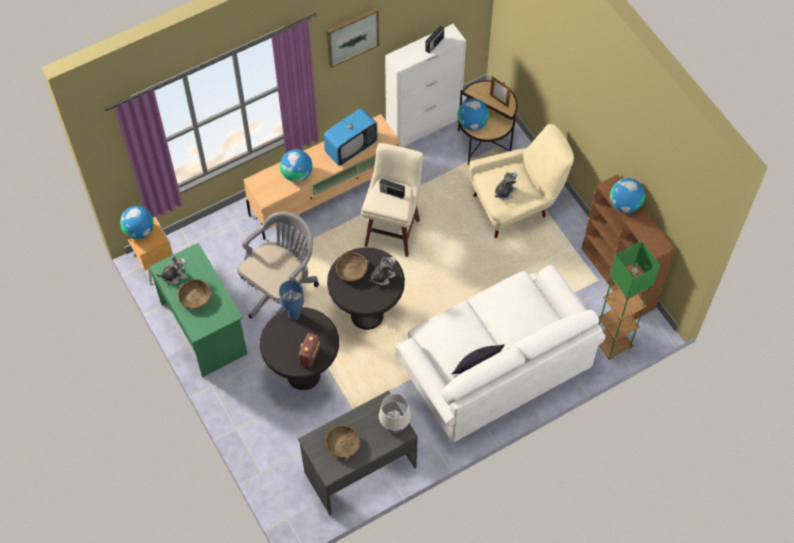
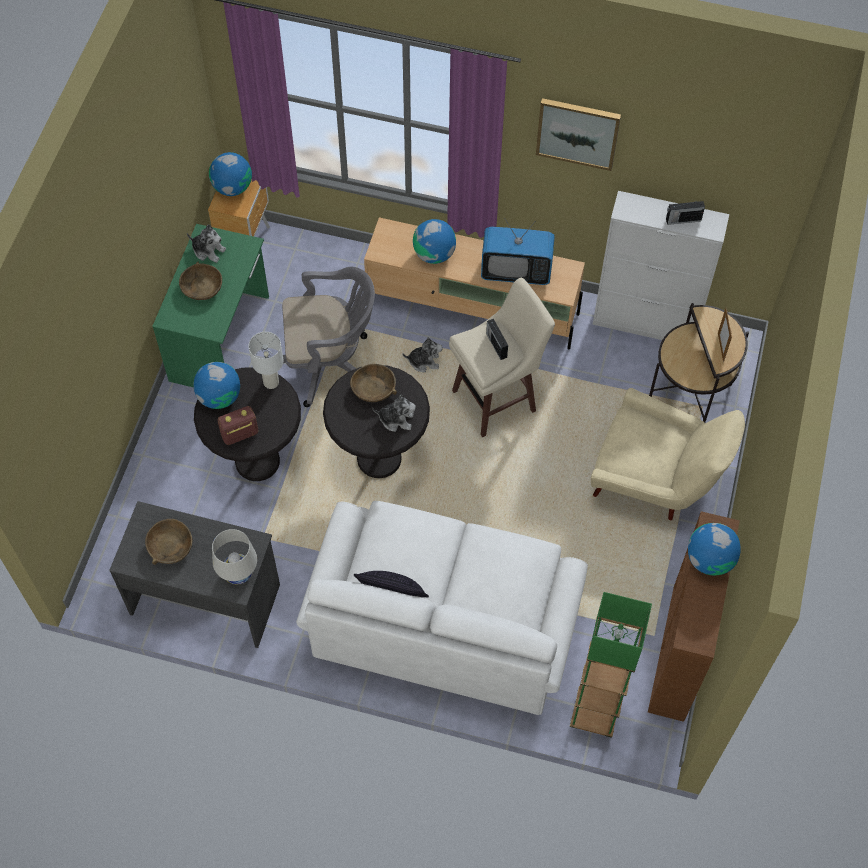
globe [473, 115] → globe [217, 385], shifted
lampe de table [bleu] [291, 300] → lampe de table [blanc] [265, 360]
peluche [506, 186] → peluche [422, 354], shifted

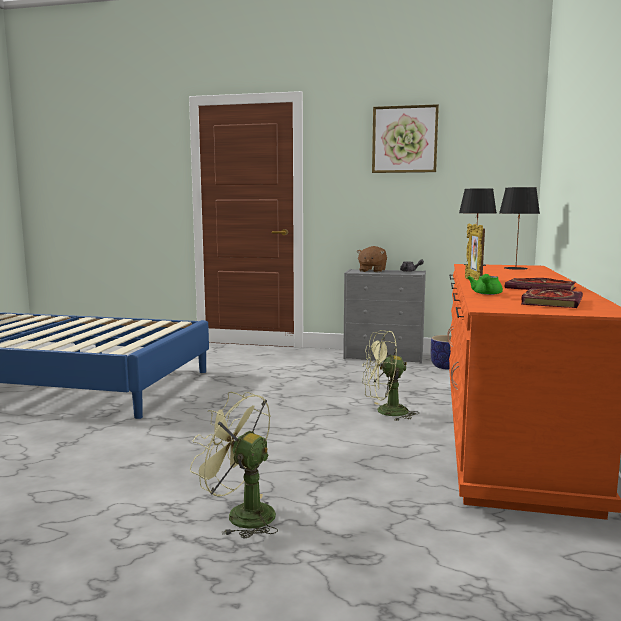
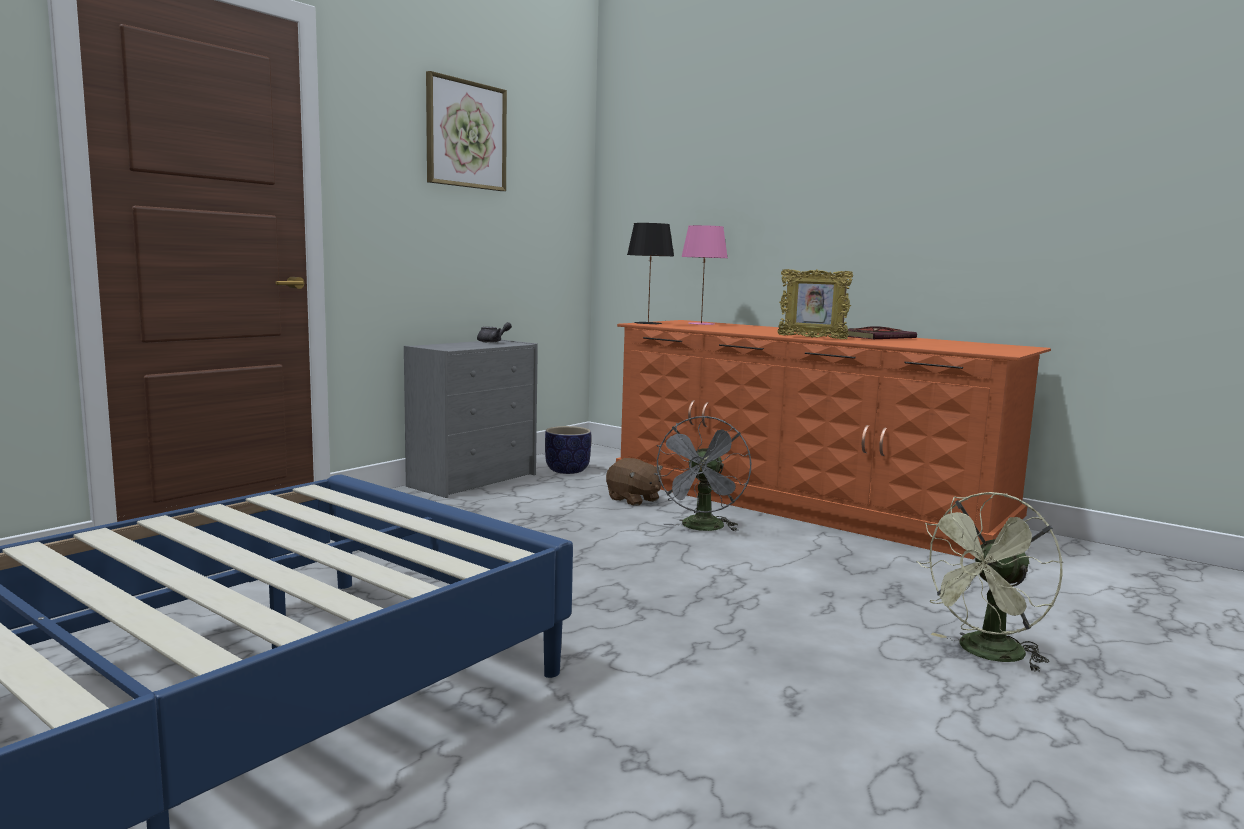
peluche [marron] [372, 259] → peluche [marron] [634, 482], shifted
ventilateur [vert] [390, 375] → ventilateur [gris] [702, 473]
lampe de table [noir] [519, 228] → lampe de table [rose] [704, 275]
théière [vert] [485, 284] → -
livre [552, 298] → -

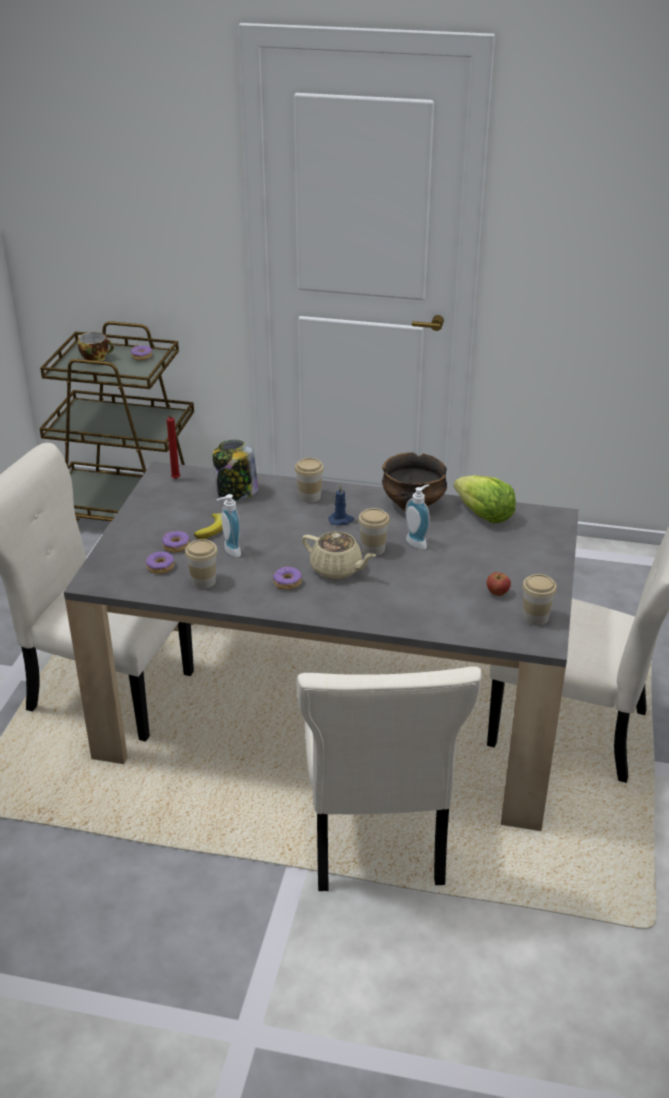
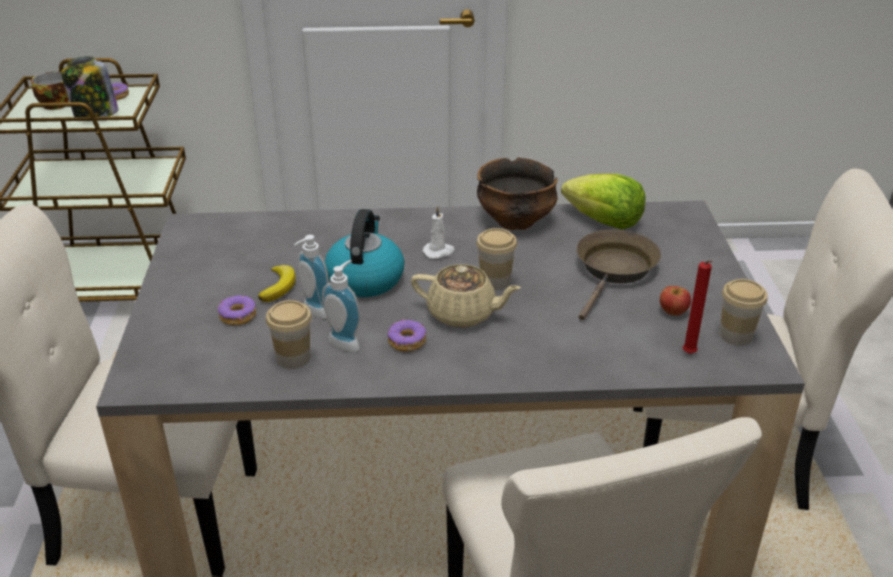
bocal [235, 470] → bocal [90, 86], shifted
distributeur de savon [417, 516] → distributeur de savon [341, 306], shifted
- → bouilloire [364, 253]
bougie [bleu] [341, 504] → bougie [blanc] [438, 232]
- → poêle [marron] [619, 275]
bougie [rouge] [173, 447] → bougie [rouge] [698, 307], shifted
beignet [160, 562] → -
tasse [309, 480] → -

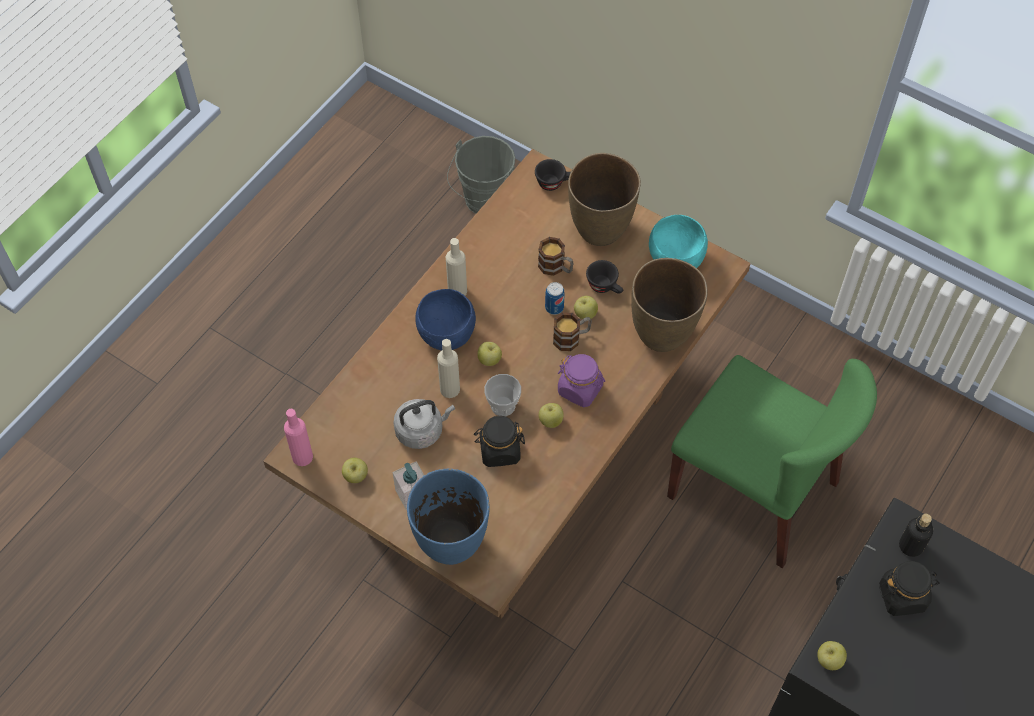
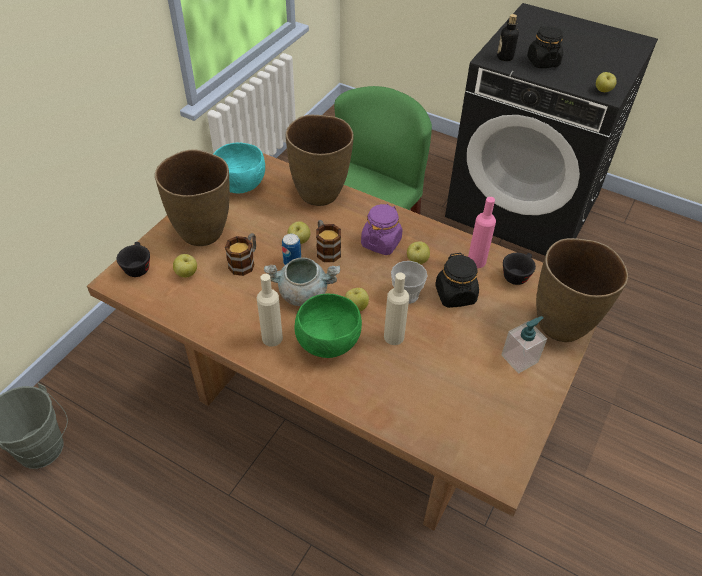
pomme [355, 470] → pomme [185, 266], shifted
- → marmite [gris] [302, 281]
bol [bleu] [445, 320] → bol [vert] [328, 325]
bouteille [rose] [298, 437] → bouteille [rose] [482, 232], shifted
tasse [noir] [604, 277] → tasse [noir] [519, 269], shifted
vase [bleu] [448, 517] → vase [marron] [582, 290]
bouilloire [gris] [424, 424] → -

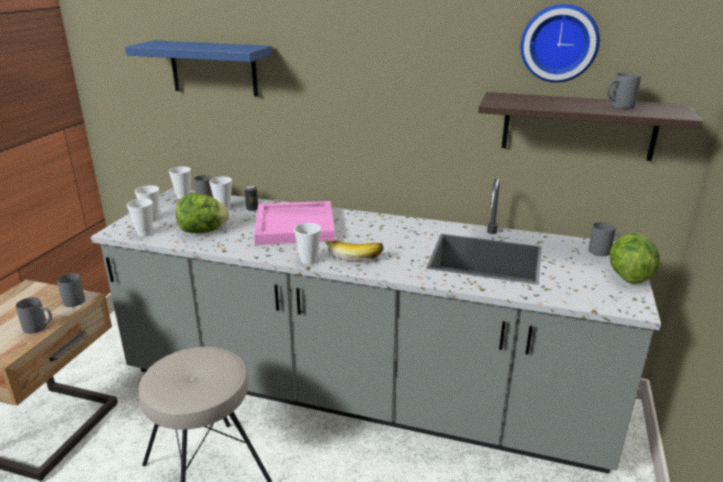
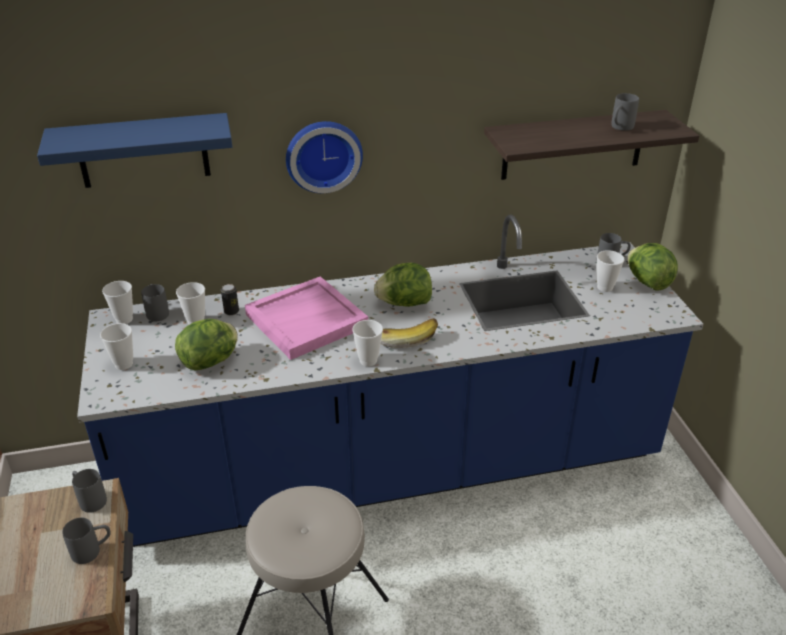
comptoir de cuisine [gris] [376, 326] → comptoir de cuisine [bleu] [390, 381]
horloge murale [560, 43] → horloge murale [324, 157], shifted
- → laitue [403, 285]
tasse [140, 217] → tasse [610, 271], shifted

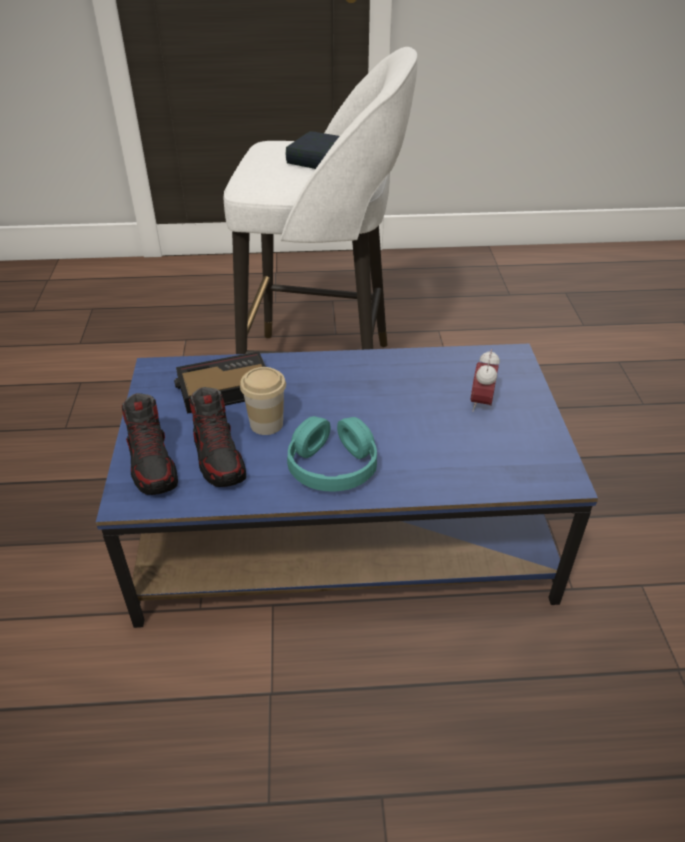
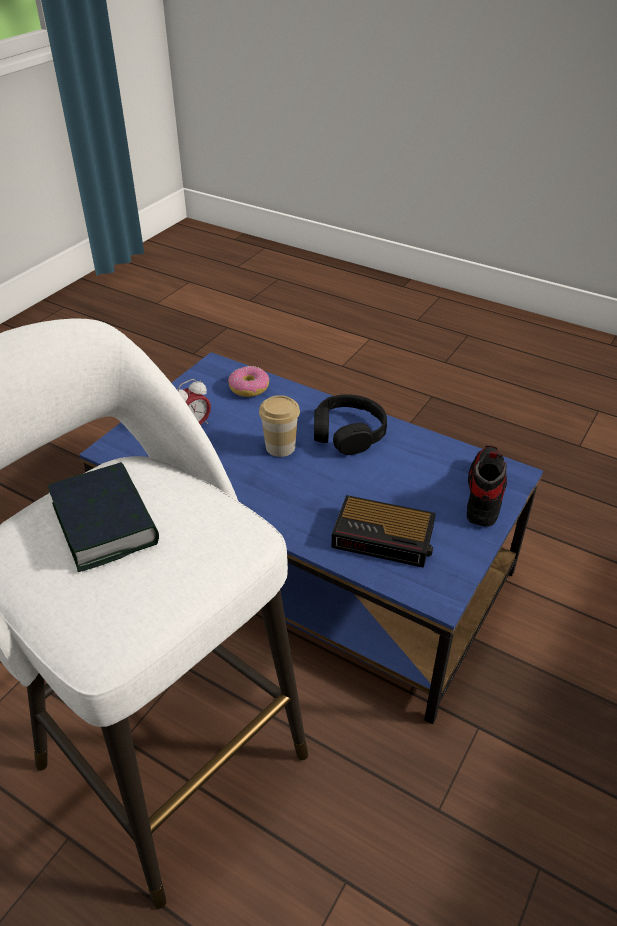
- → beignet [248, 381]
tasse [263, 401] → tasse [279, 426], shifted
casque audio [turquoise] [332, 453] → casque audio [noir] [350, 424]
chaussure [217, 437] → -

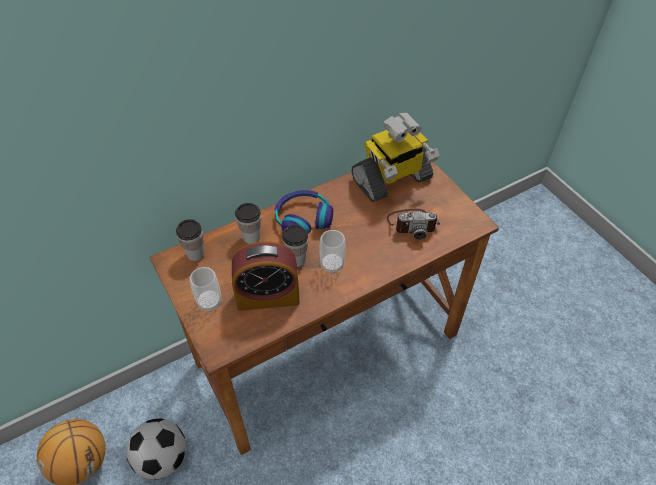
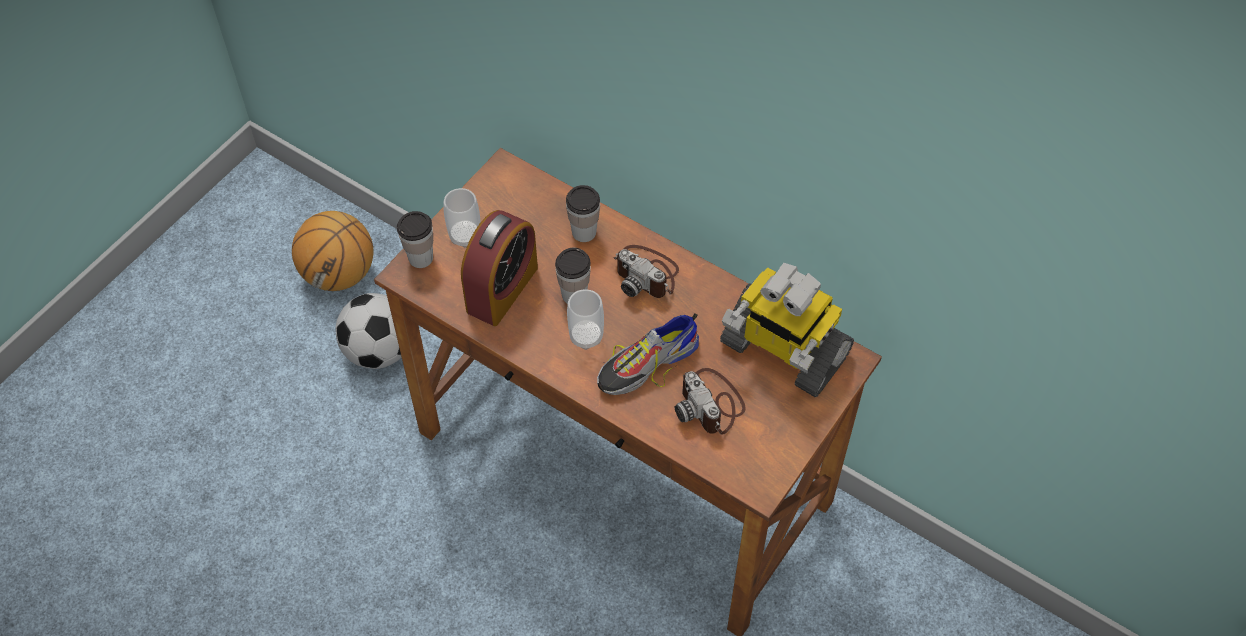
tasse [190, 240] → tasse [415, 239], shifted
réveil [266, 276] → réveil [499, 268], 120 degrees counterclockwise
- → chaussure [648, 354]
casque audio [304, 212] → appareil photo [646, 271]

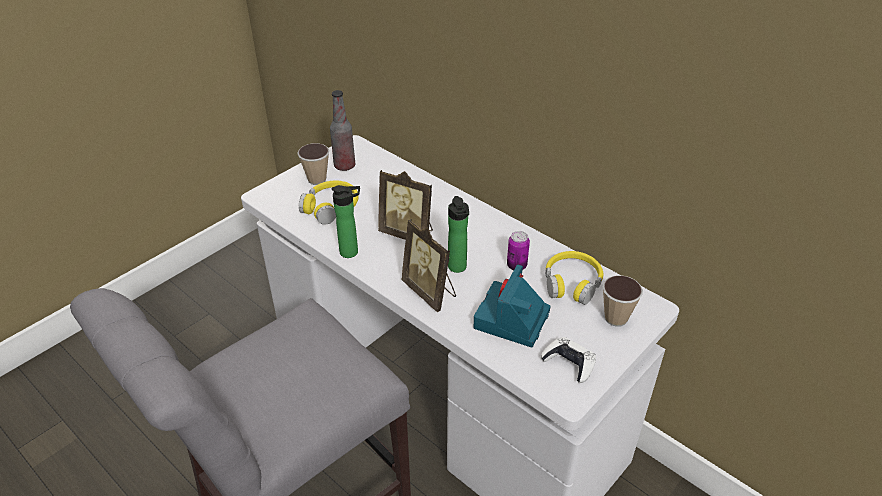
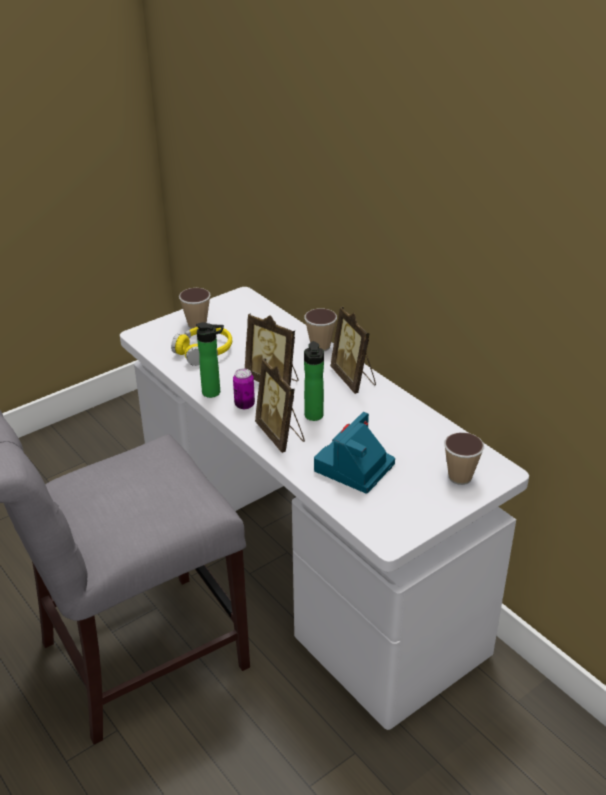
boîte métallique [518, 250] → boîte métallique [244, 388], shifted
- → tasse [320, 329]
- → cadre photo [353, 350]
bouteille [342, 130] → -
manette [blanc] [568, 360] → -
casque audio [jaune] [575, 278] → -

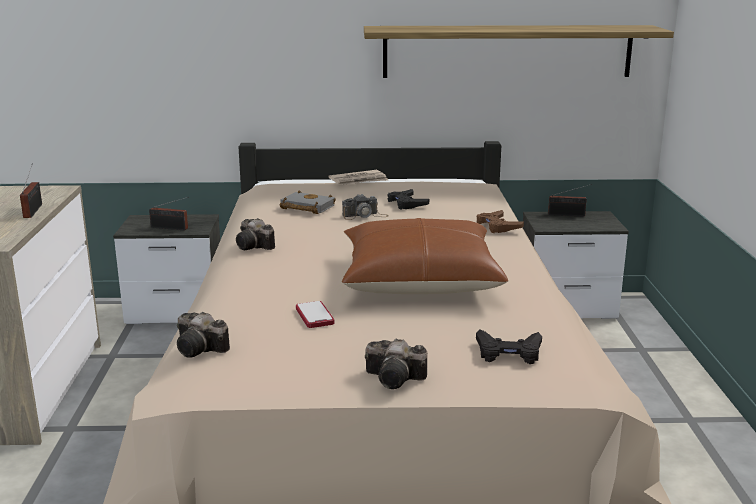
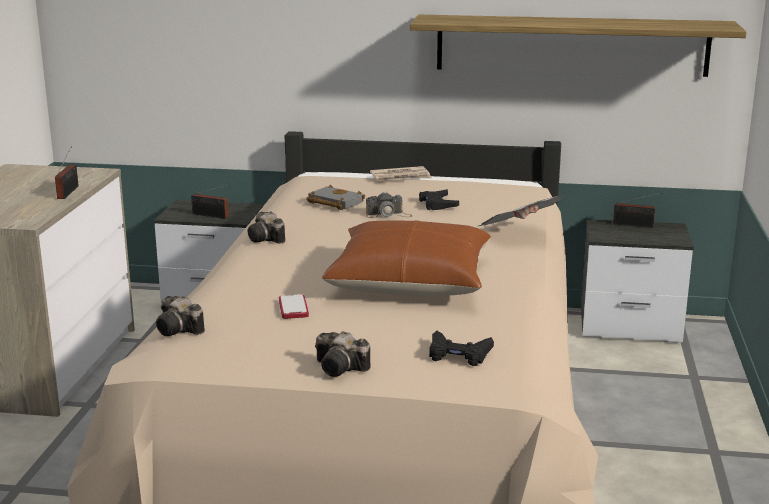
manette [marron] [500, 221] → journal [522, 211]

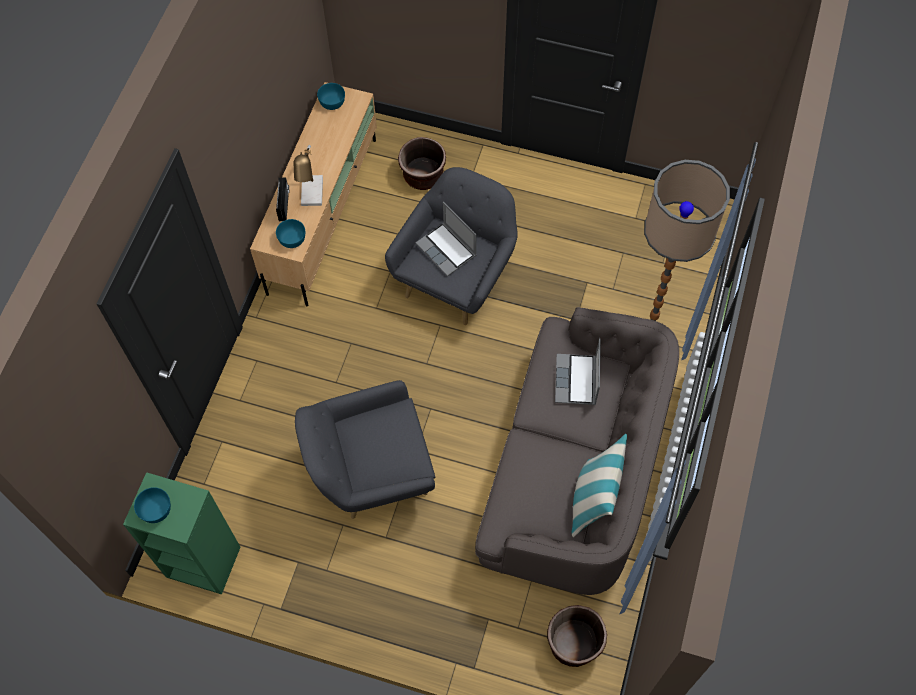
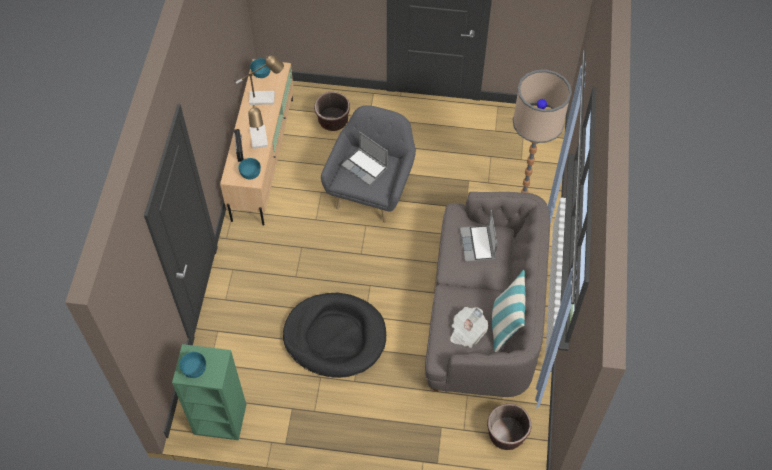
- → lampe de table [260, 80]
fauteuil [gris] [365, 449] → panier pour chien [noir] [334, 335]
- → journal [469, 327]

